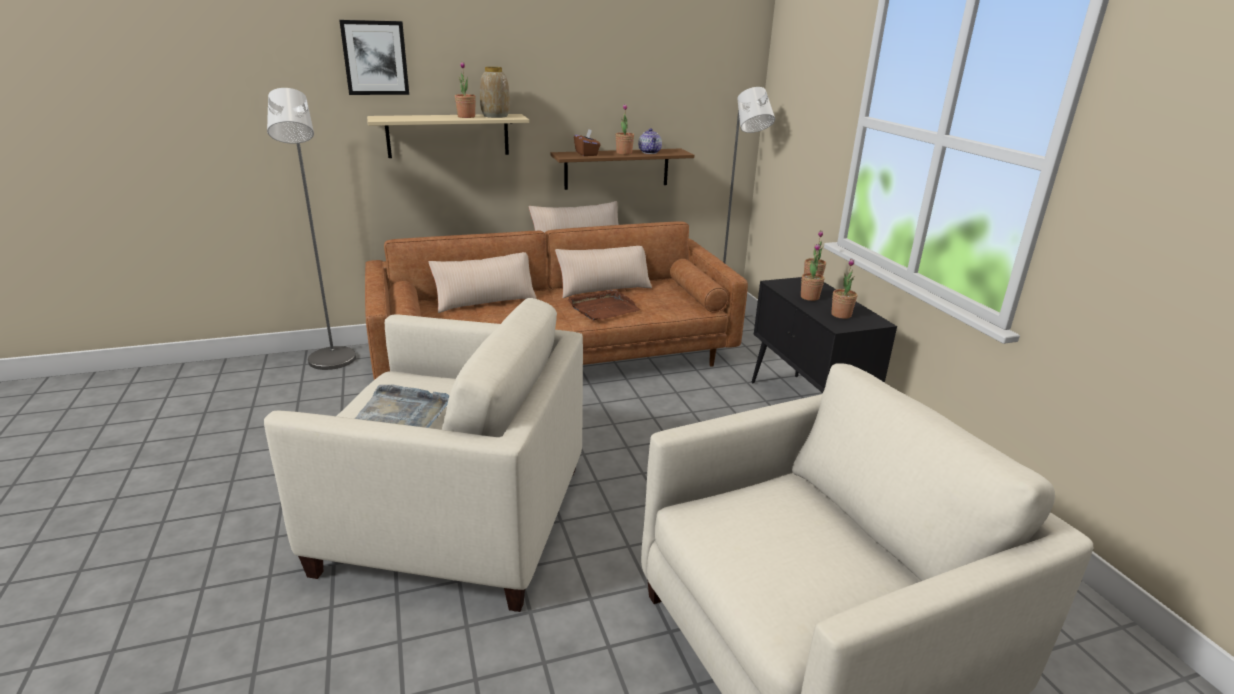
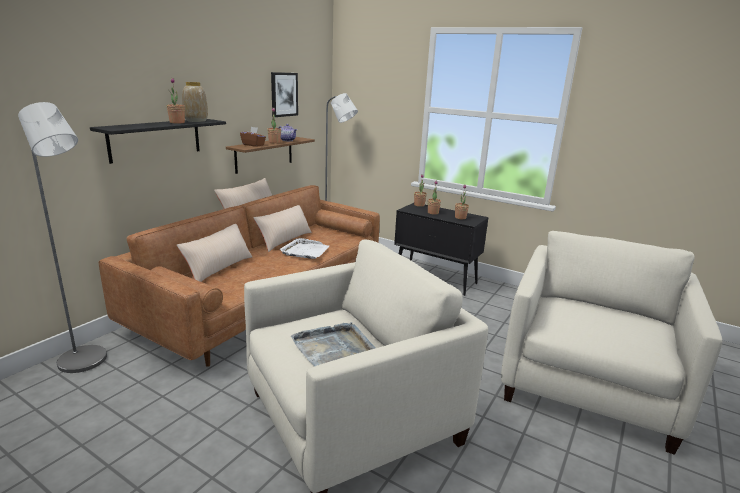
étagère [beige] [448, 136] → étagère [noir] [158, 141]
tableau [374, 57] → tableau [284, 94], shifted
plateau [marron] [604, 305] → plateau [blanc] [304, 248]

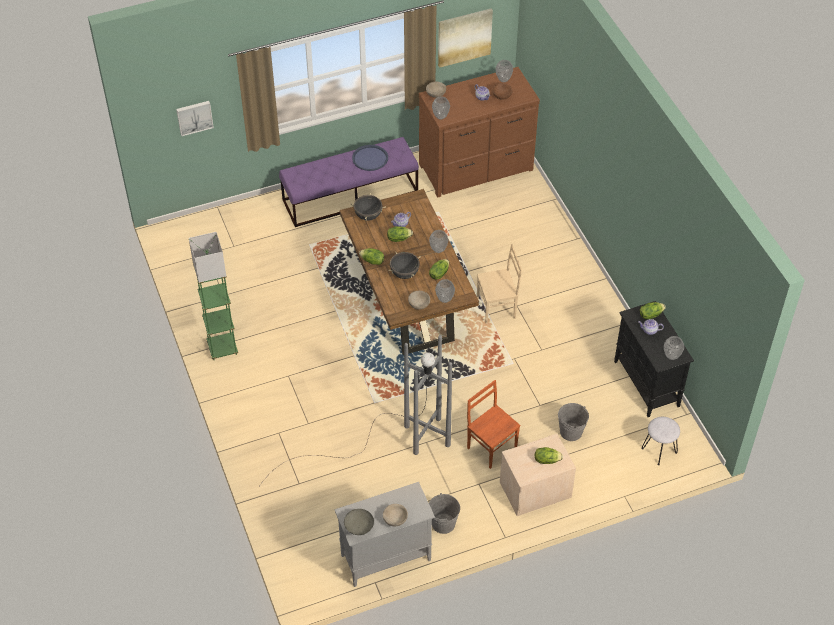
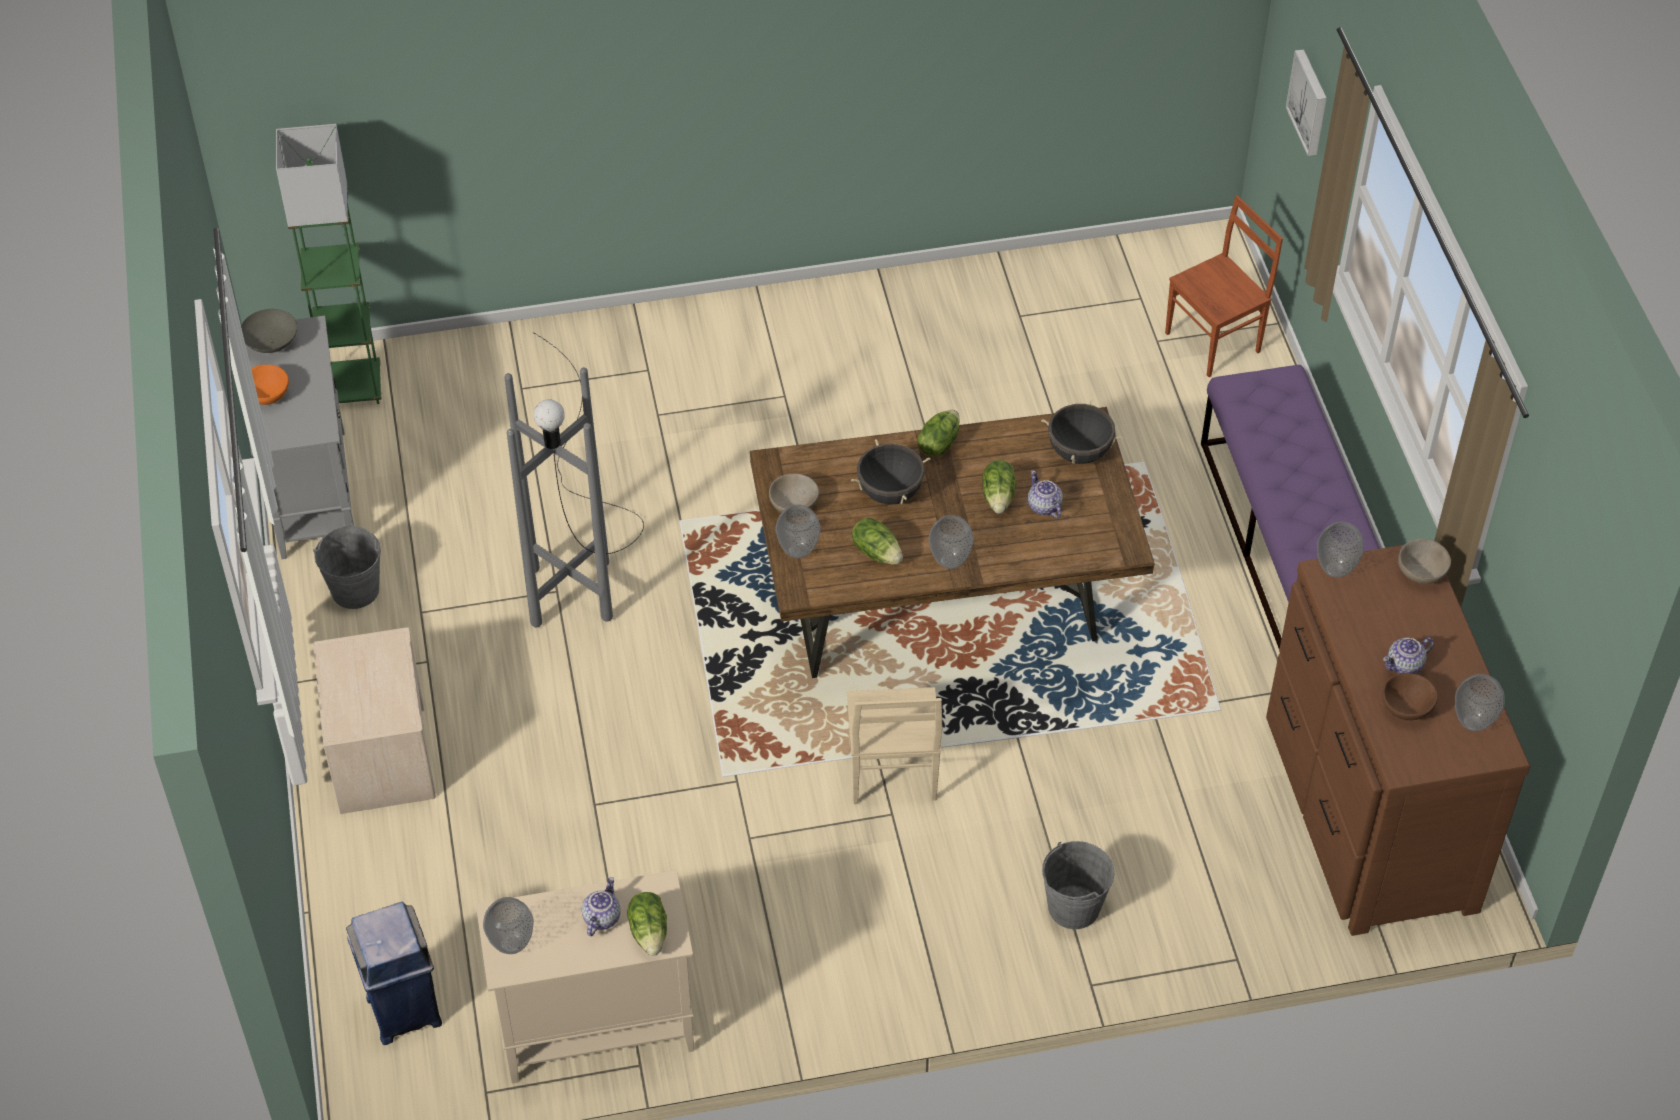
bol [beige] [395, 515] → bol [orange] [270, 385]
lampadaire [vert] [213, 296] → lampadaire [vert] [329, 264], shifted
tabouret [gris] [661, 441] → poubelle [bleu] [394, 973]
meuble de rangement [noir] [654, 359] → meuble de rangement [beige] [585, 976]
seau [gris] [573, 422] → seau [gris] [1078, 885], shifted
chaise [marron] [493, 424] → chaise [marron] [1224, 286], shifted
plateau [bleu] [370, 158] → -
tableau [465, 38] → -
laitue [549, 455] → -

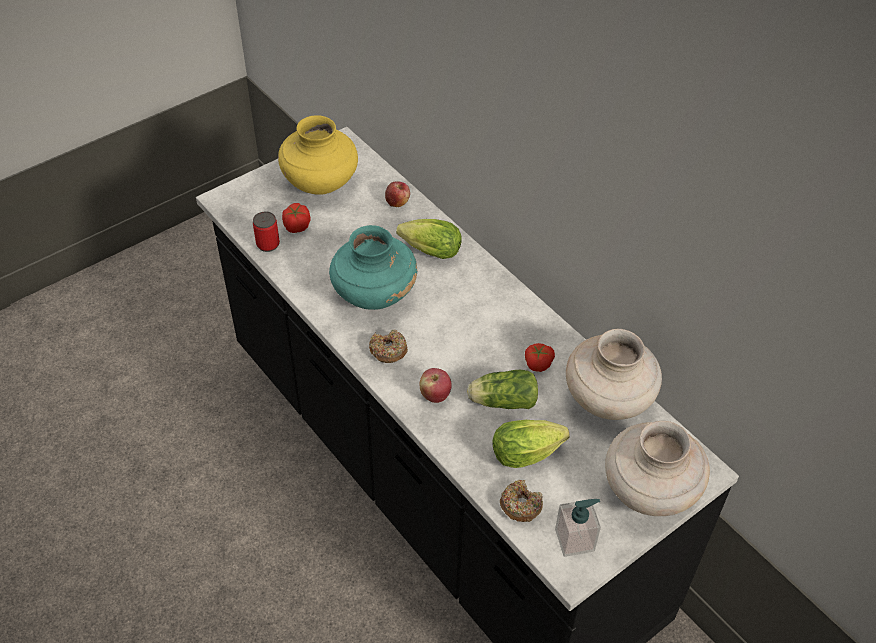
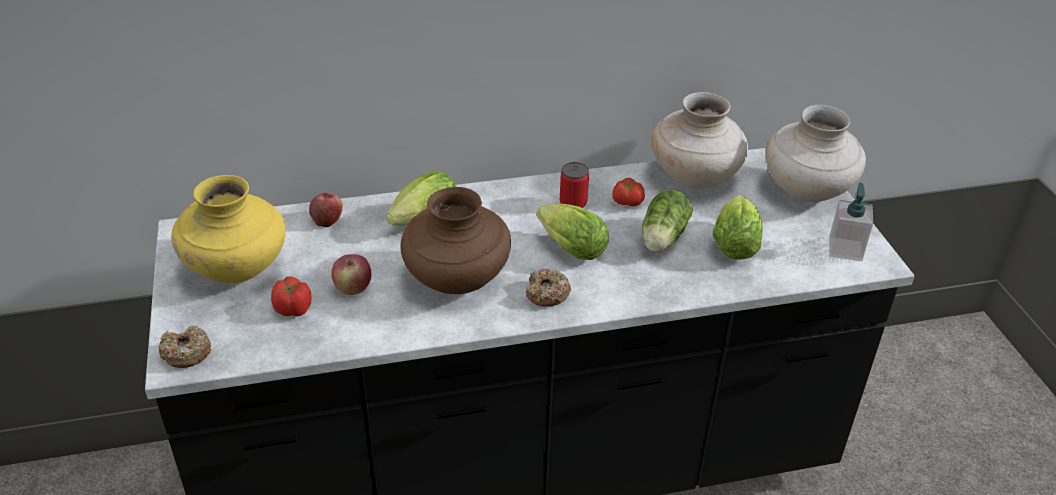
beignet [521, 501] → beignet [184, 346], shifted
pomme [435, 385] → pomme [351, 274], shifted
vase [turquoise] [373, 267] → vase [marron] [456, 240]
- → laitue [572, 232]
boîte métallique [266, 231] → boîte métallique [574, 185], shifted

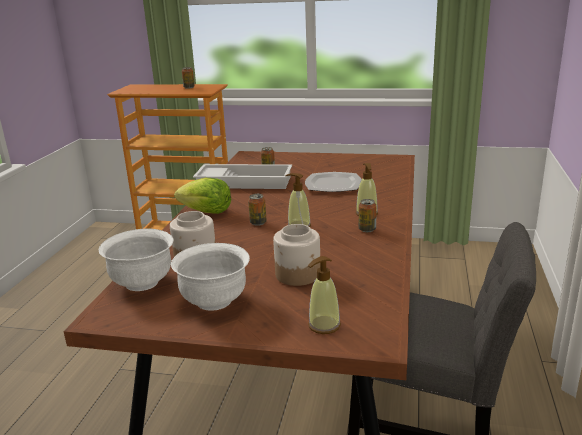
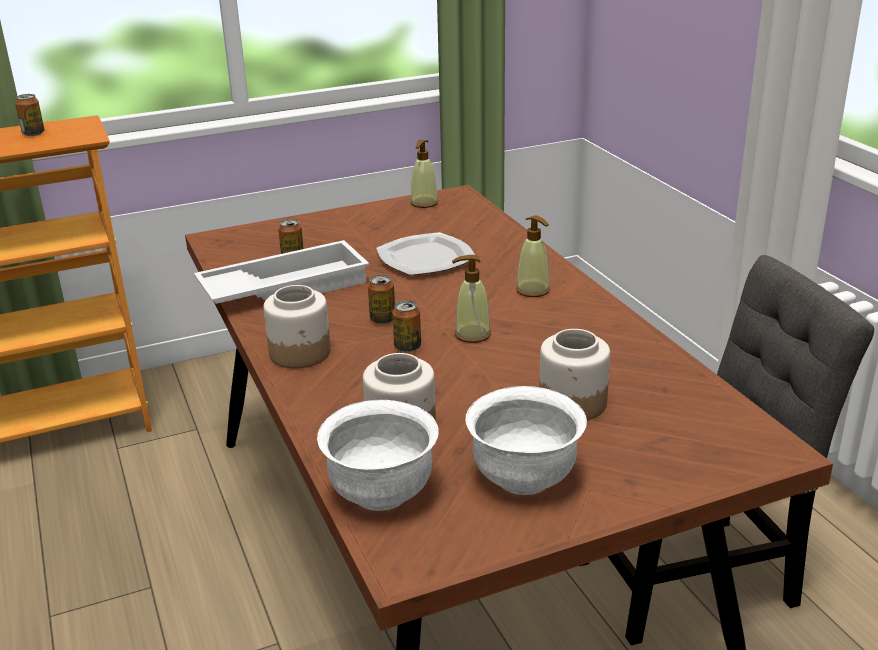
laitue [202, 196] → bocal [297, 326]
boîte métallique [368, 215] → boîte métallique [381, 299], shifted
distributeur de savon [324, 295] → distributeur de savon [424, 174], shifted

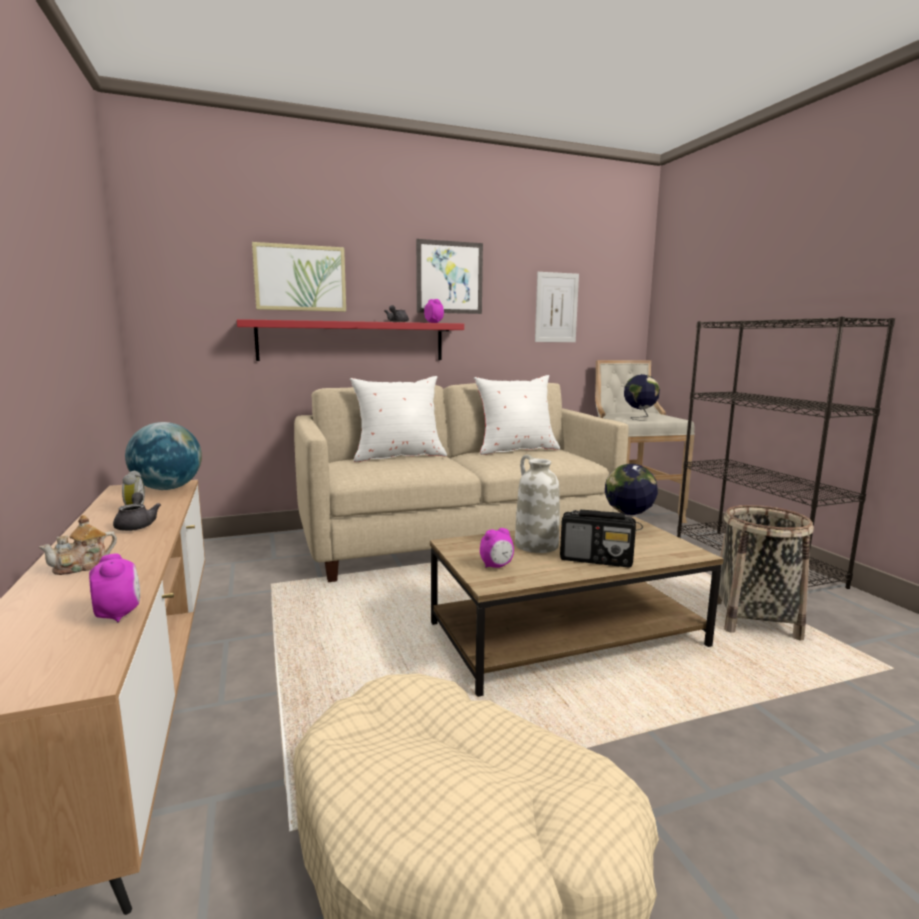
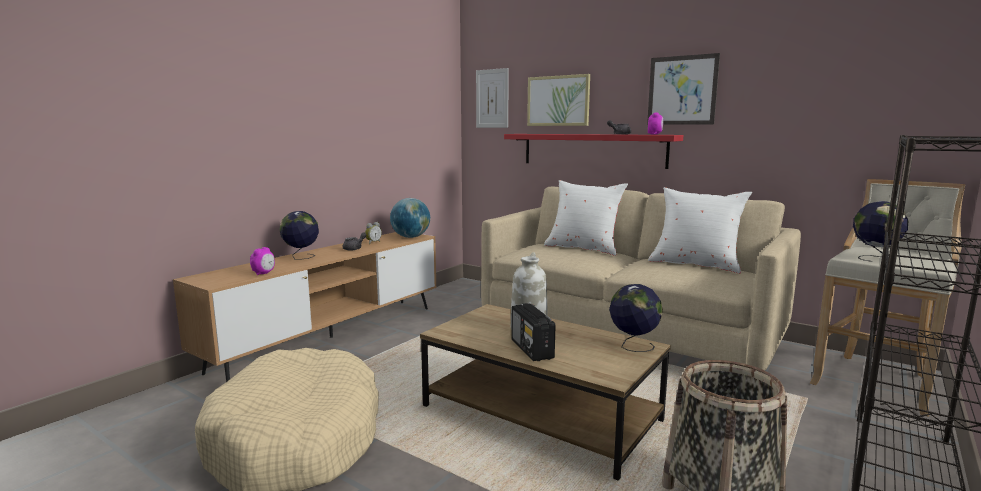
théière [78, 545] → globe [299, 235]
tableau [557, 307] → tableau [492, 98], shifted
réveil [497, 548] → -

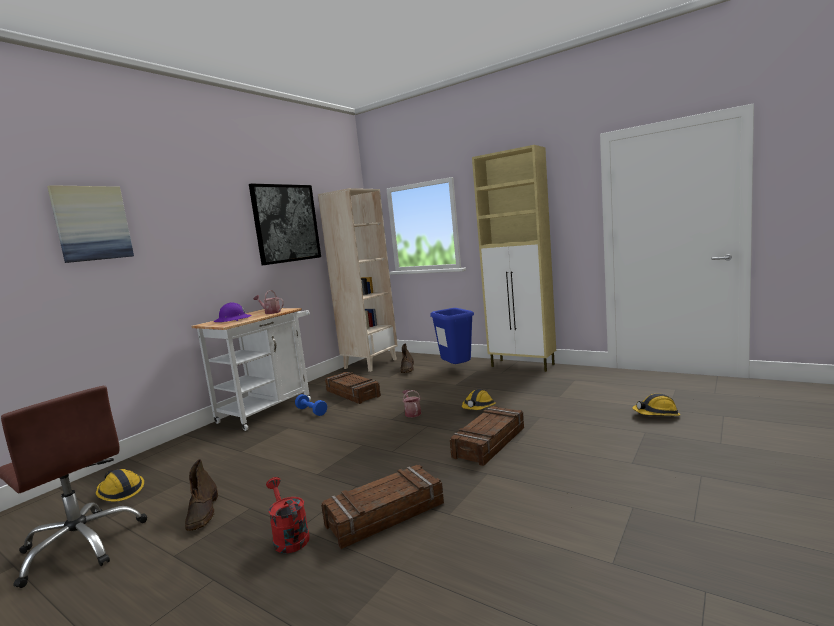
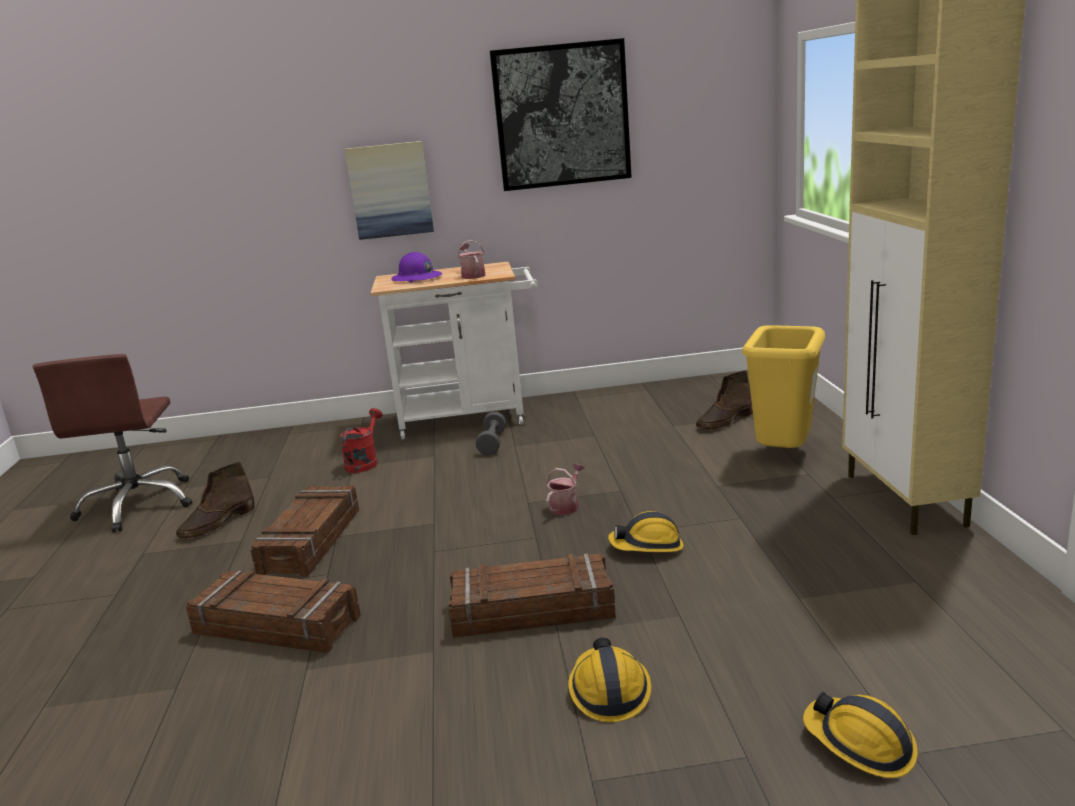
caisse [353, 388] → caisse [305, 531], shifted
arrosoir [rouge] [288, 515] → arrosoir [rouge] [361, 440], shifted
tableau [90, 224] → tableau [389, 190], shifted
haltère [bleu] [311, 405] → haltère [gris] [491, 433]
casque de chantier [120, 485] → casque de chantier [609, 680], shifted
poubelle [bleu] [452, 336] → poubelle [jaune] [783, 386]
bibliothèque [beige] [358, 280] → -

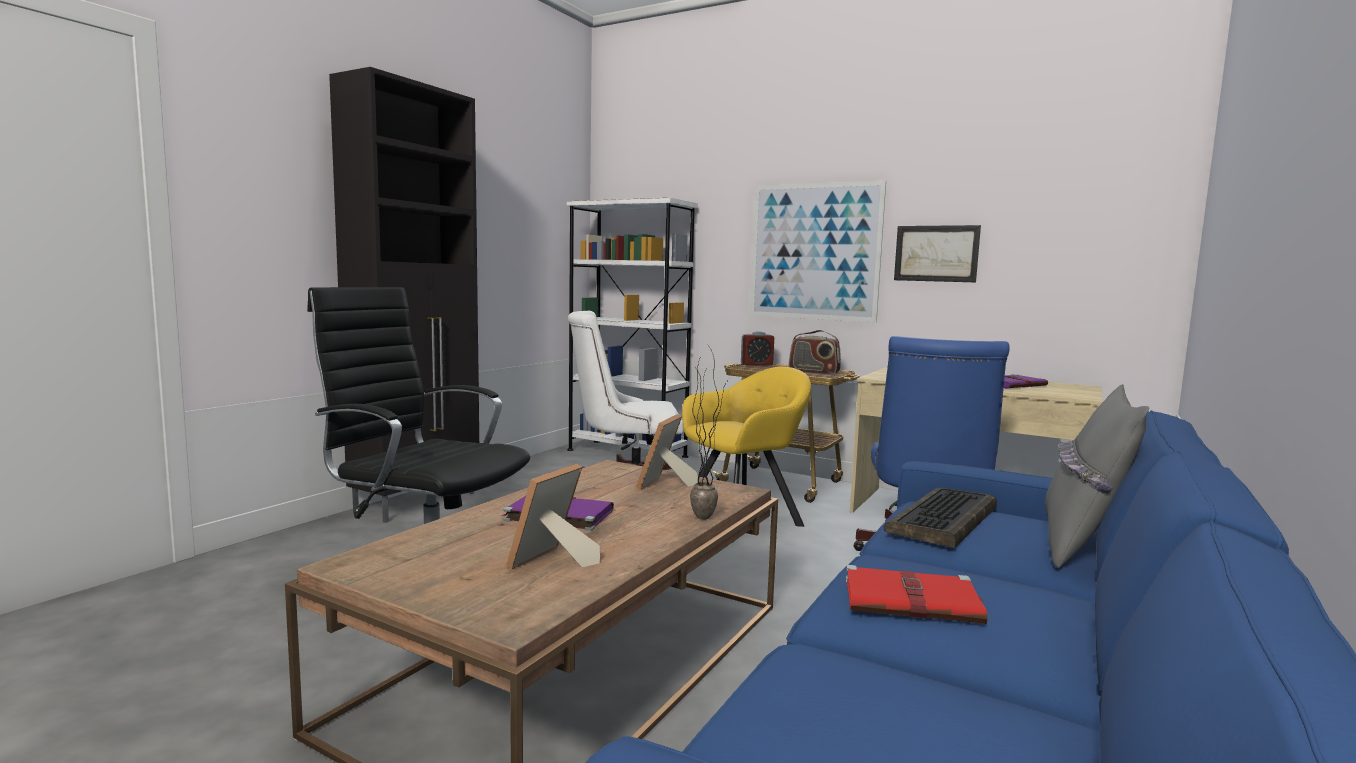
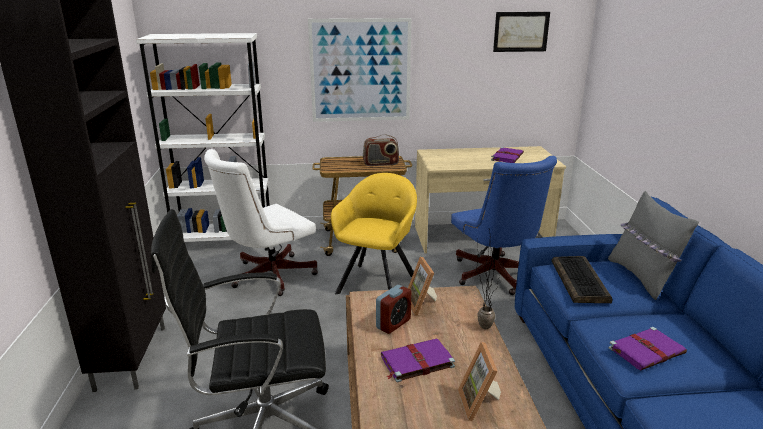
réveil [757, 348] → réveil [393, 309], shifted
tableau [937, 253] → tableau [521, 32], shifted
livre [rouge] [917, 594] → livre [violet] [648, 348]

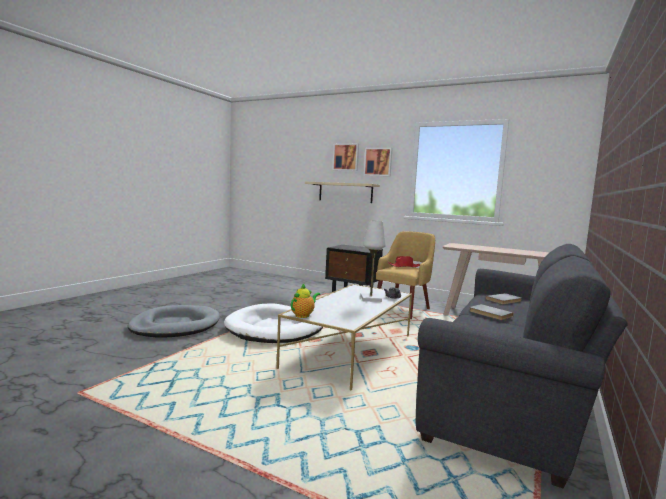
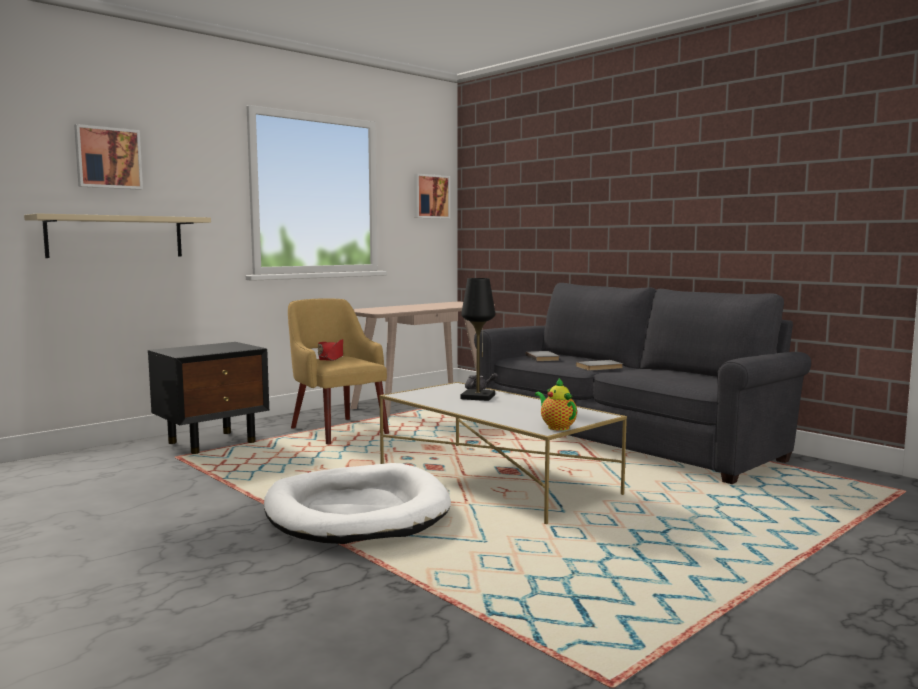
tableau [378, 162] → tableau [432, 196], shifted
lampe de table [blanc] [373, 261] → lampe de table [noir] [478, 339]
panier pour chien [gris] [174, 321] → -

